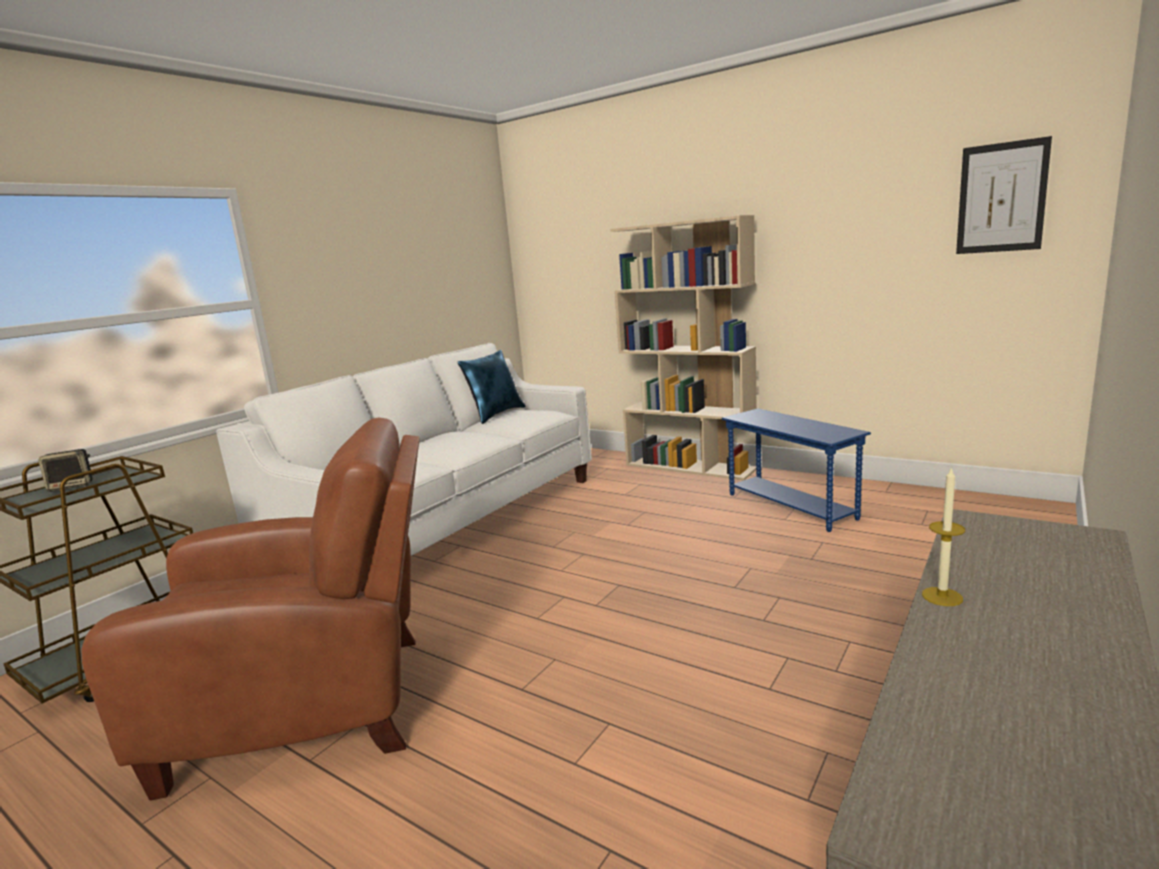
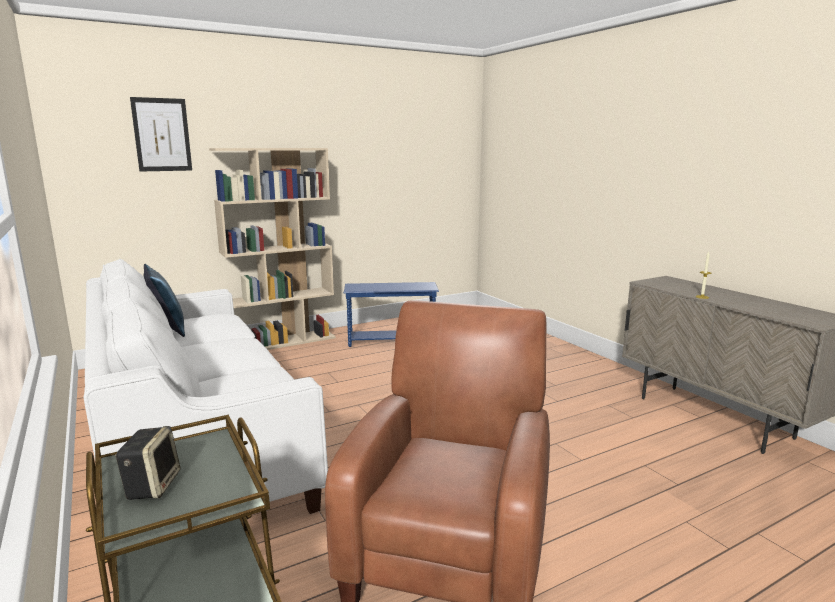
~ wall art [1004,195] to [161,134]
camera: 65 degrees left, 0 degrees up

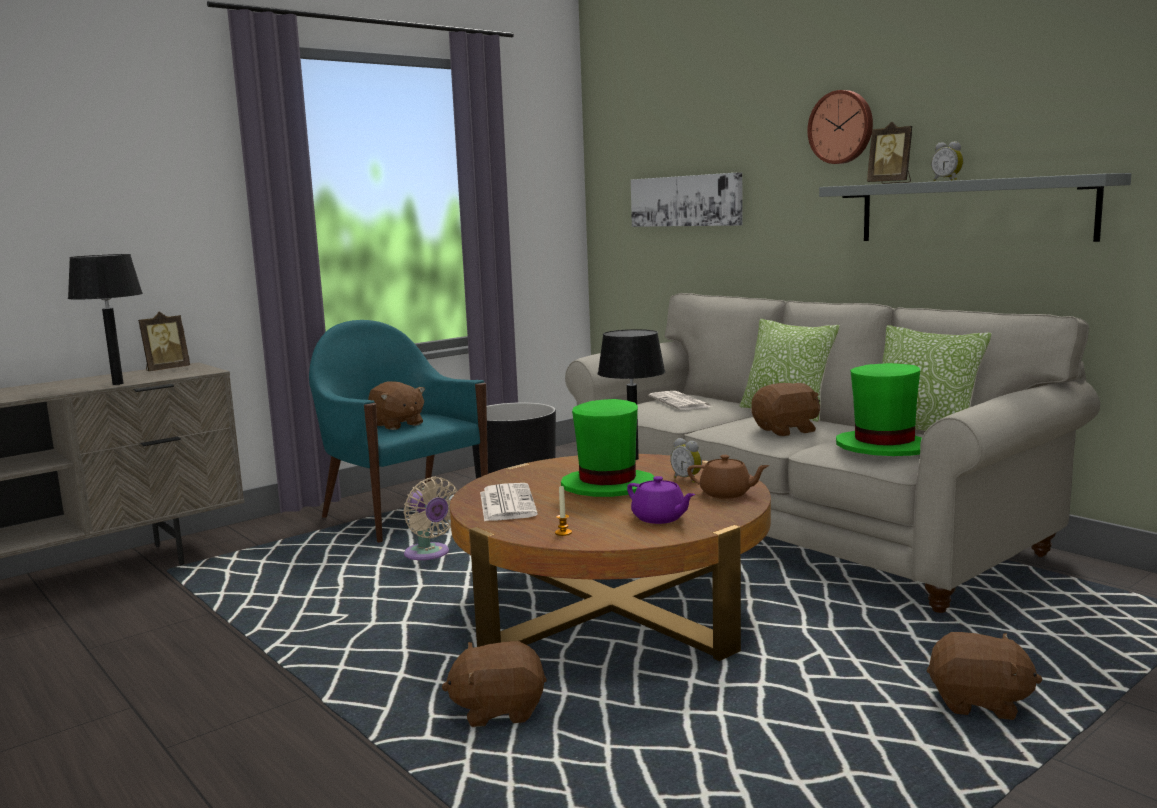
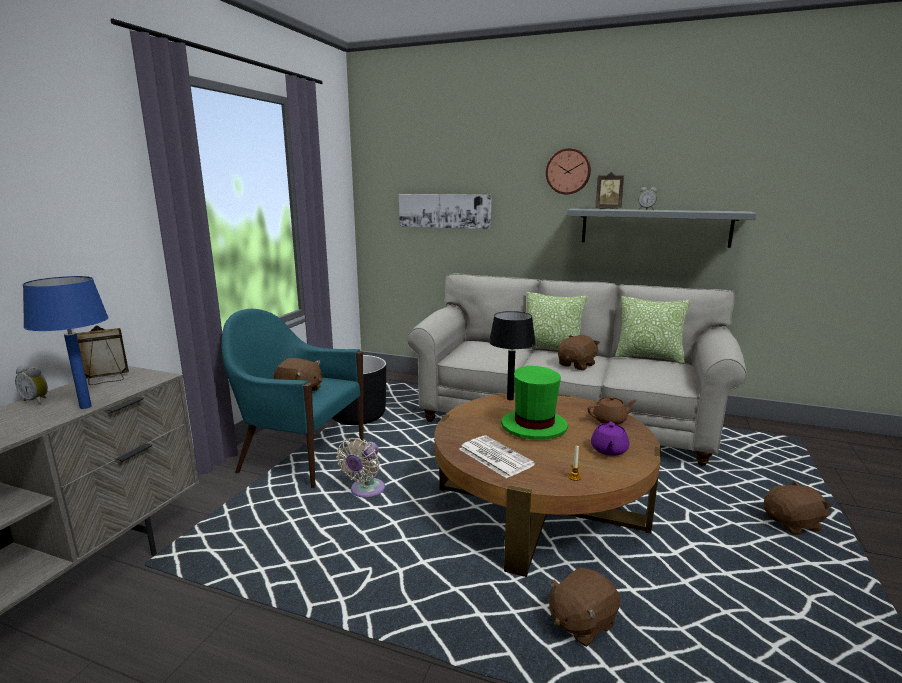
- printed paper [680,400]
- green wearable hat [879,409]
~ table clock [686,460] to [31,384]
~ black lamp for a table [105,319] to blue lamp for a table [66,342]
~ standing frame [164,341] = [103,355] 135 degrees counterclockwise
~ beige-coloured electric fan [430,518] = [361,468] 90 degrees clockwise
~ purple pot for tea [661,500] = [610,438] 90 degrees clockwise
camera: 30 degrees left, 5 degrees up

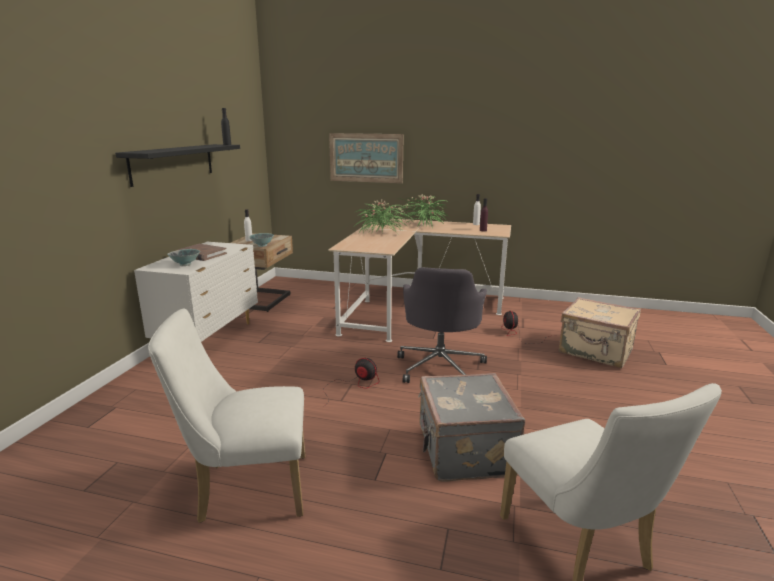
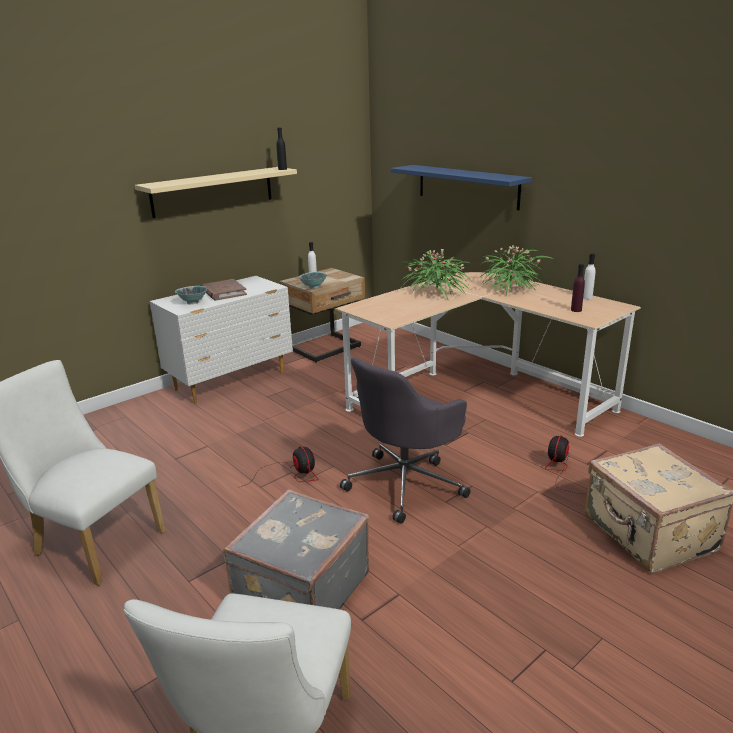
~ wall art [366,158] to blue wall shelf [461,187]
~ black wall shelf [177,165] to beige-coloured wall shelf [216,192]
camera: 35 degrees right, 5 degrees up

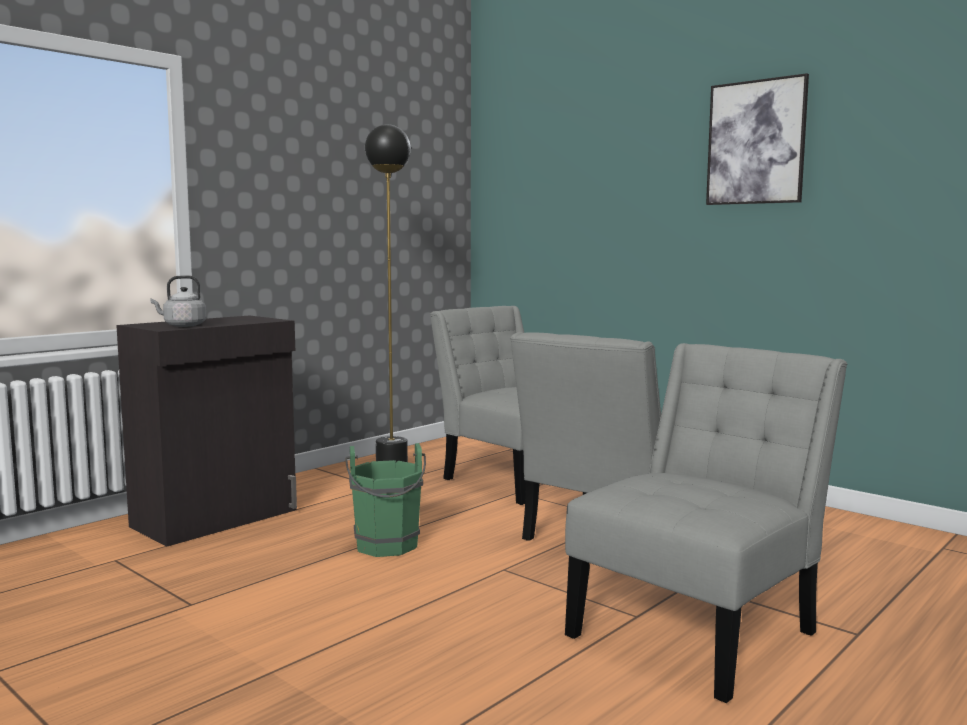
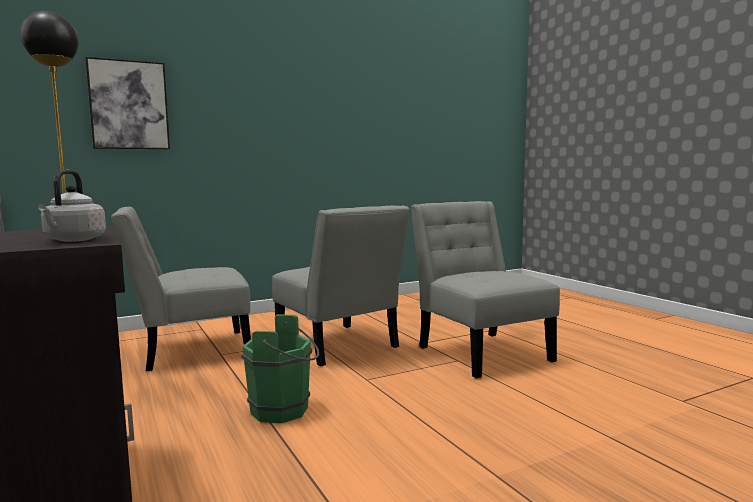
~ wall art [757,139] to [128,103]
camera: 70 degrees left, 0 degrees up

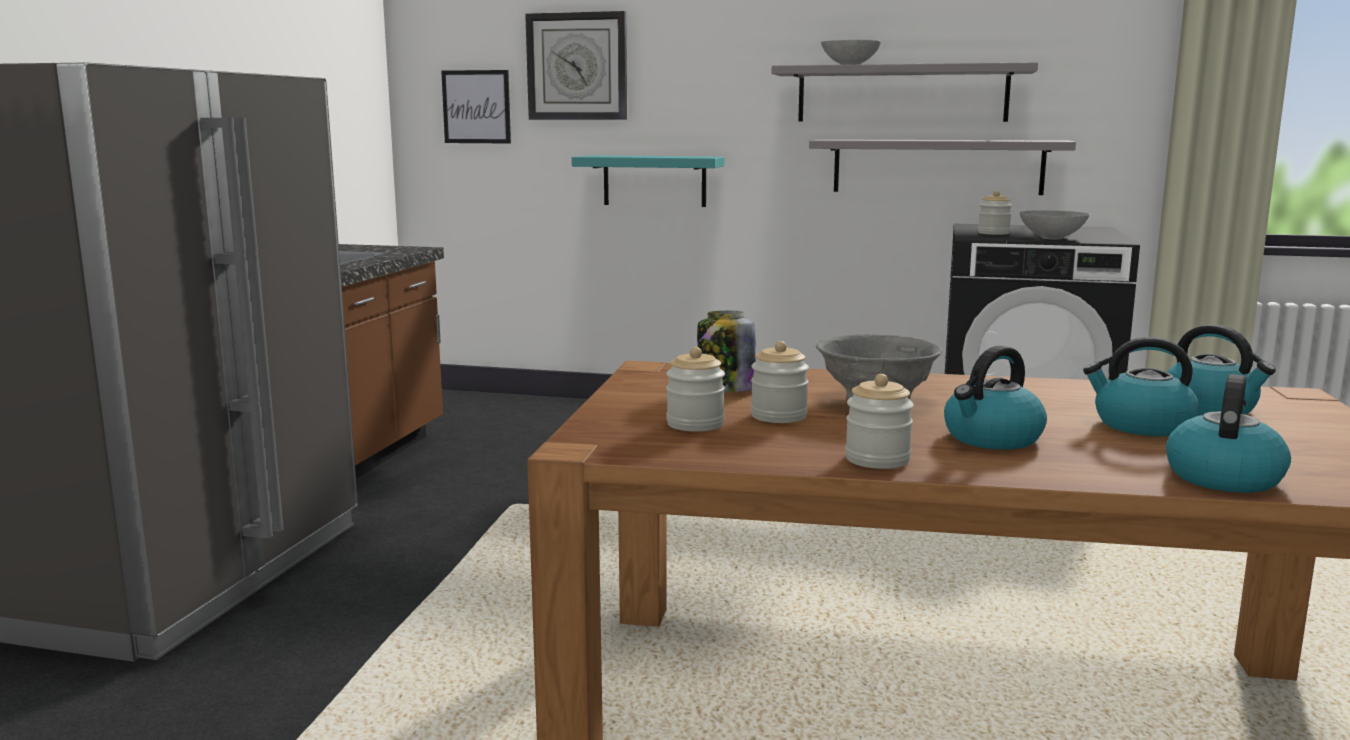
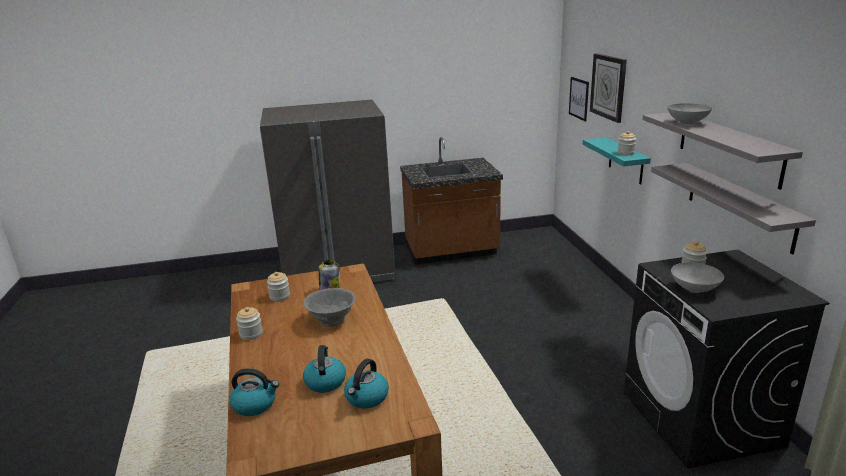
- kettle [995,398]
~ storage jar [780,382] to [627,143]
camera: 65 degrees right, 10 degrees up

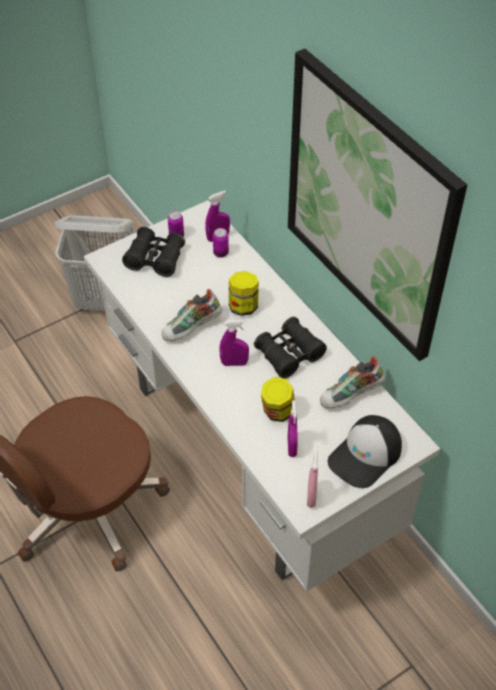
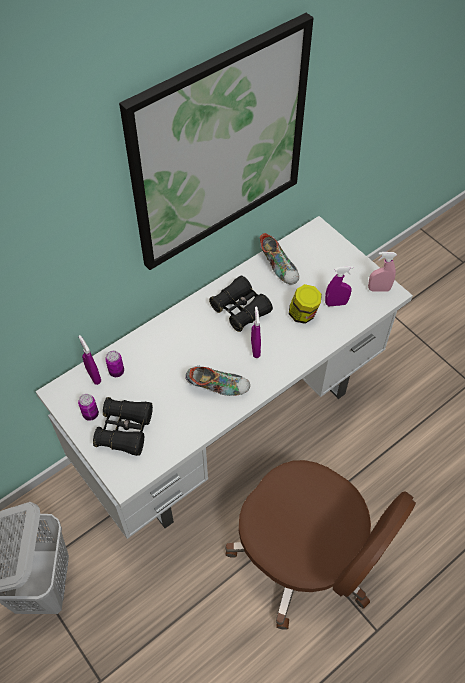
- storage jar [244,293]
- peaked cap [365,451]
~ low shoe [191,315] = [217,381] 45 degrees counterclockwise
camera: 95 degrees left, 5 degrees up

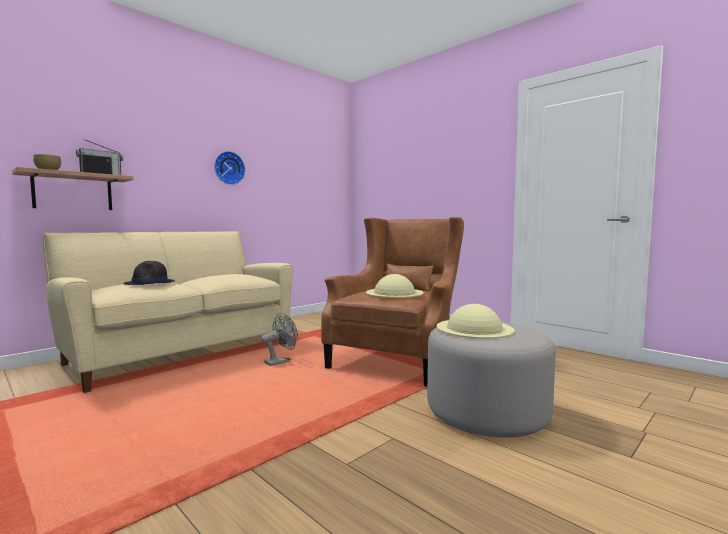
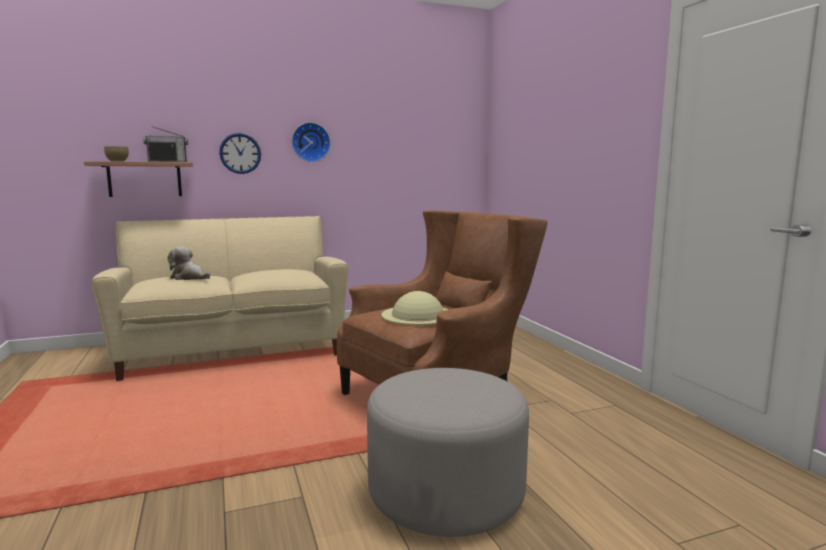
- grey electric fan [279,339]
- beige-coloured wearable hat [476,321]
+ clock on the wall [240,153]
~ black wearable hat [149,273] to cuddly toy [188,263]
camera: 25 degrees right, 5 degrees up

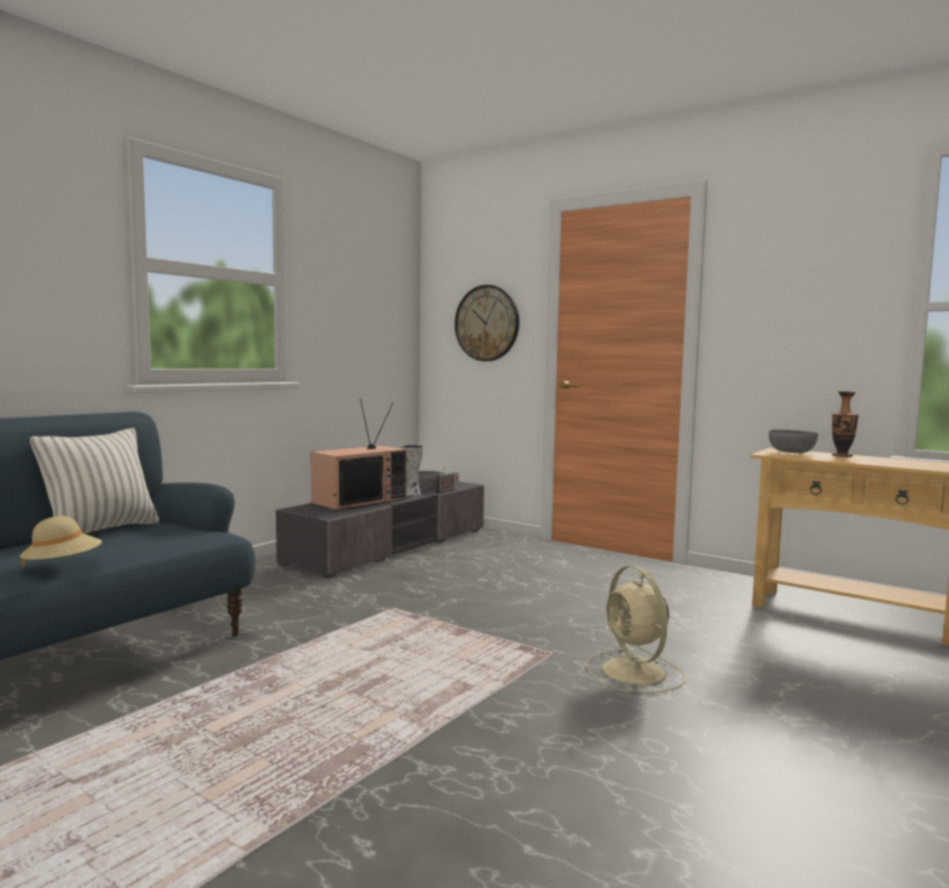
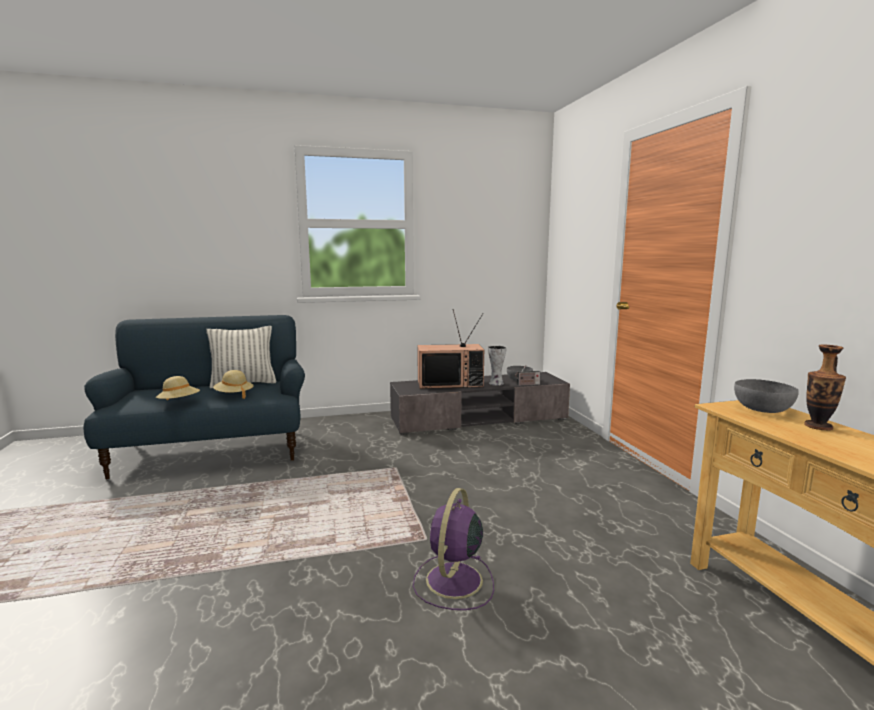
- clock on the wall [487,323]
+ beige-coloured wearable hat [233,384]
~ beige-coloured electric fan [636,629] to purple electric fan [453,549]
camera: 40 degrees right, 5 degrees up

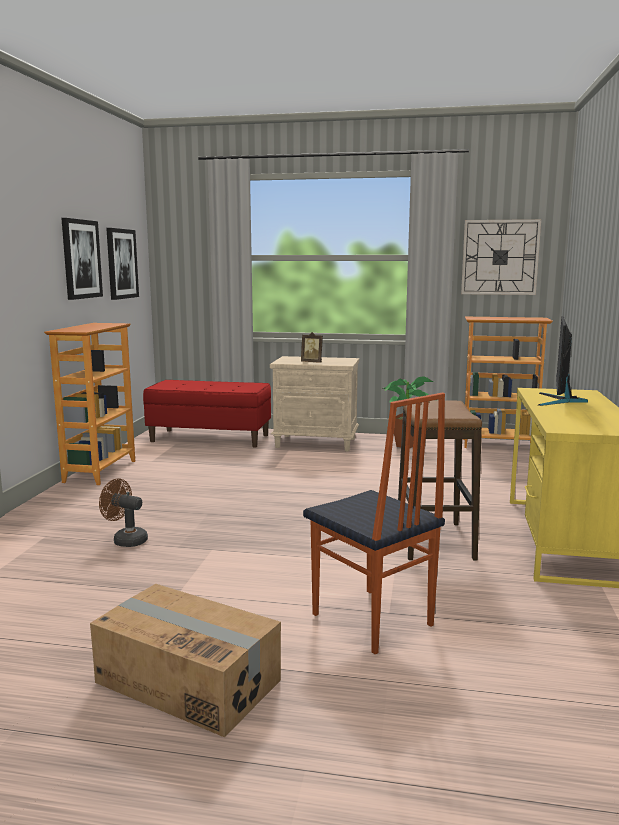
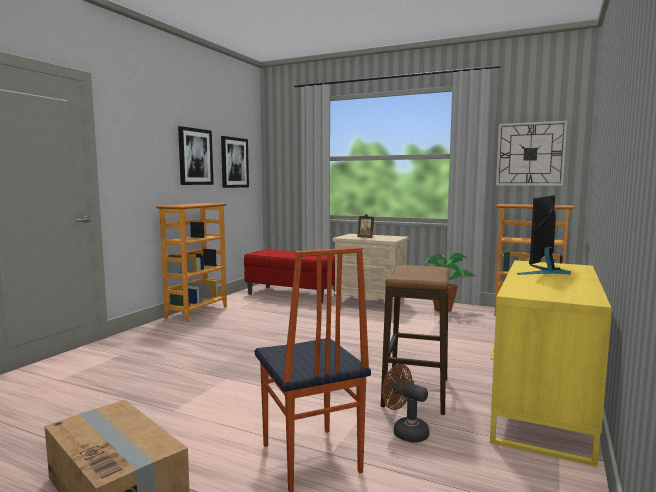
~ brownish electric fan [123,513] to [405,403]
camera: 15 degrees right, 5 degrees down

